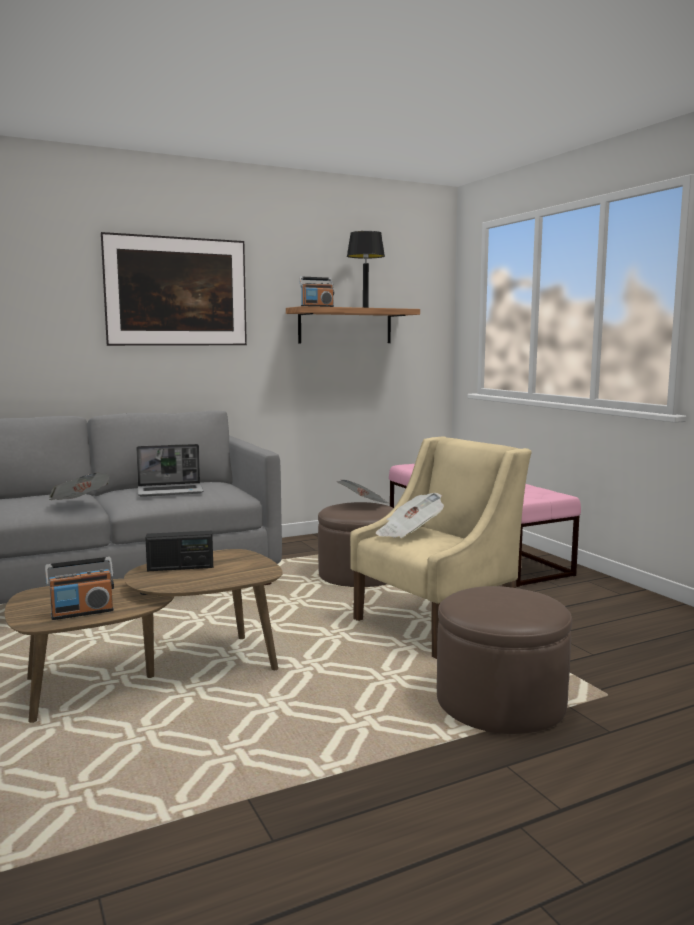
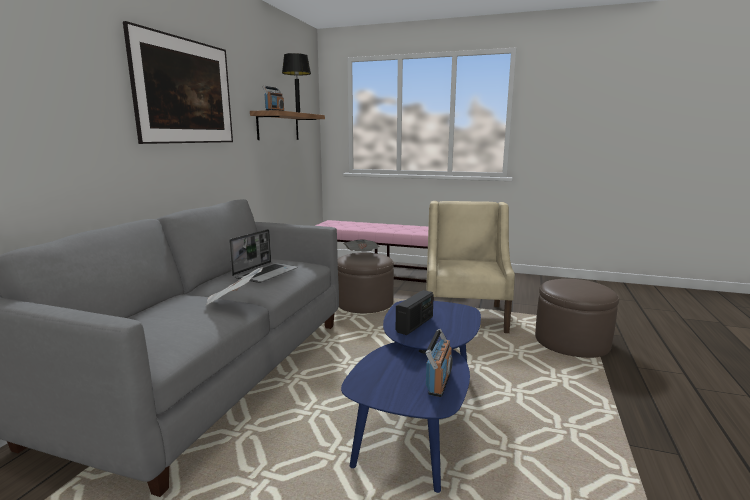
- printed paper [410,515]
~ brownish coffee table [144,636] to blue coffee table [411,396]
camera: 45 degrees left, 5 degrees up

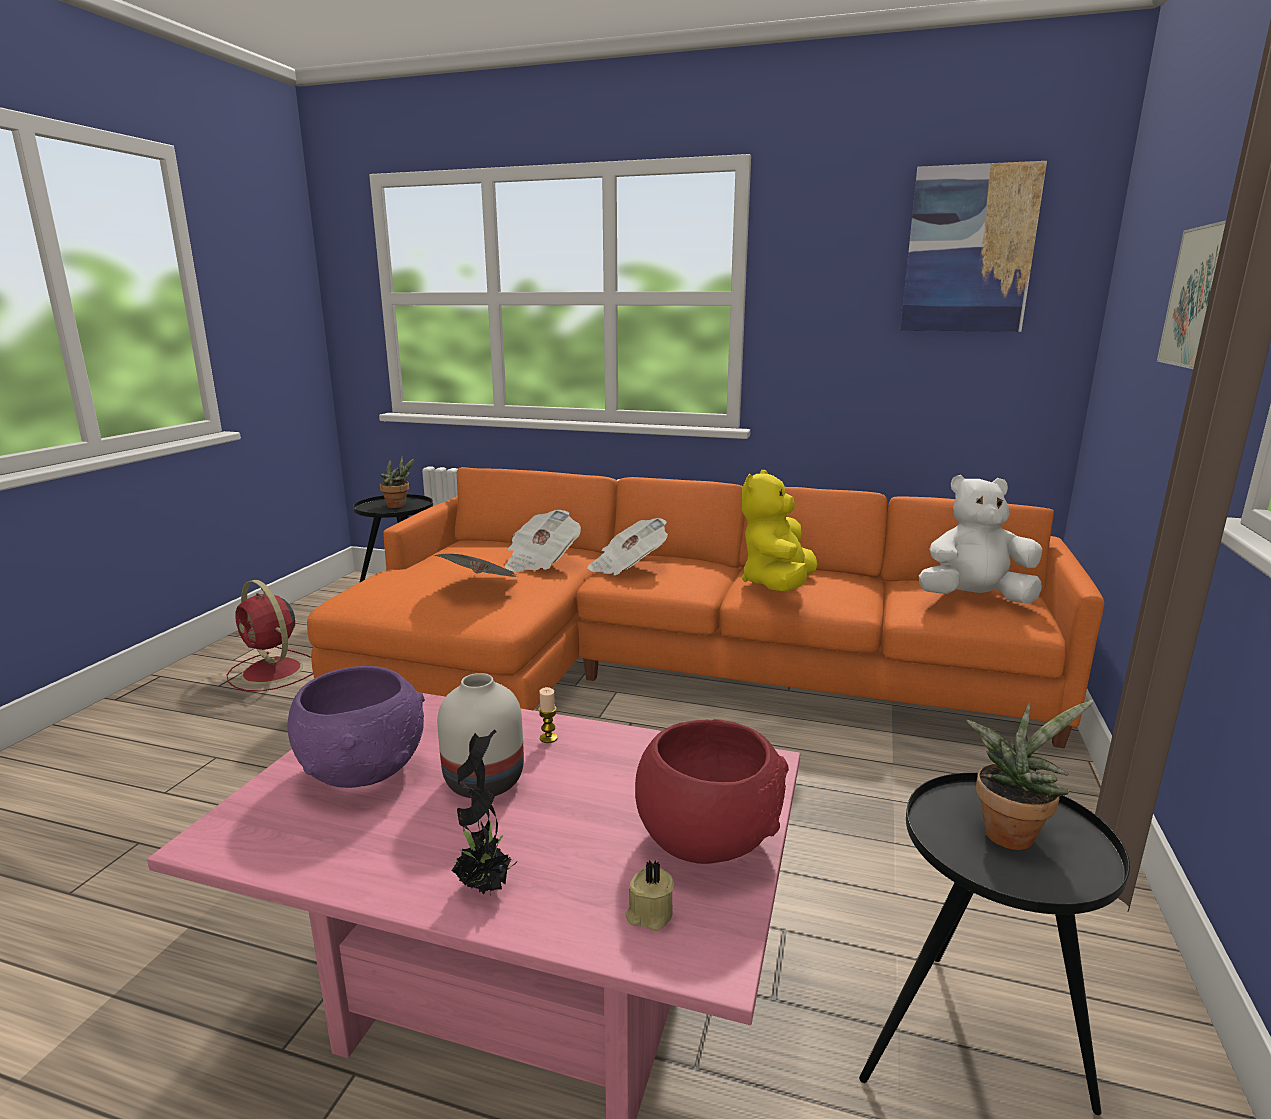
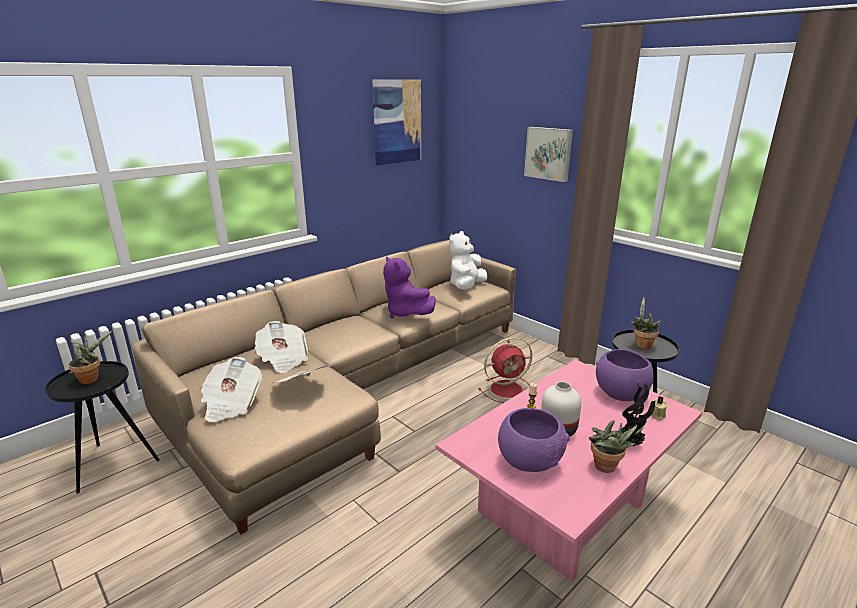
+ plant in a pot [612,446]
~ red-coloured electric fan [270,636] to [505,370]
~ printed paper [627,546] to [231,389]
~ orangey settee [706,607] to beige-coloured settee [324,387]
~ red-coloured bowl [712,791] to purple bowl [625,375]
~ yellow-coloured cuddly toy [780,531] to purple cuddly toy [409,287]
camera: 60 degrees left, 5 degrees up

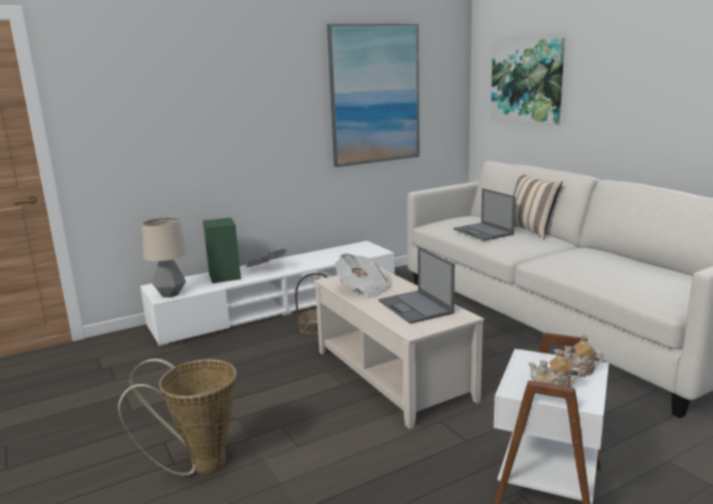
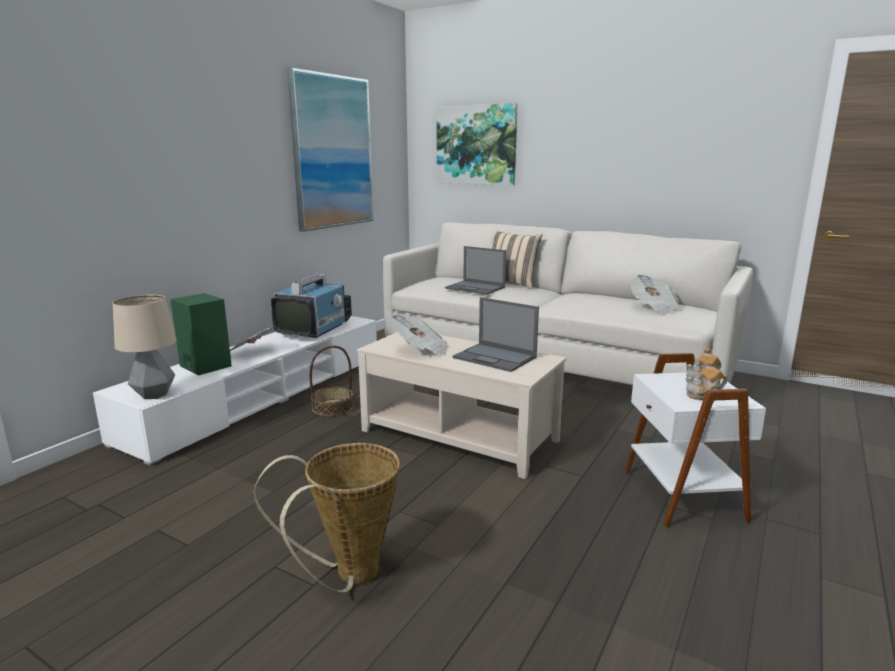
+ television [311,305]
+ printed paper [655,294]
camera: 30 degrees left, 0 degrees up

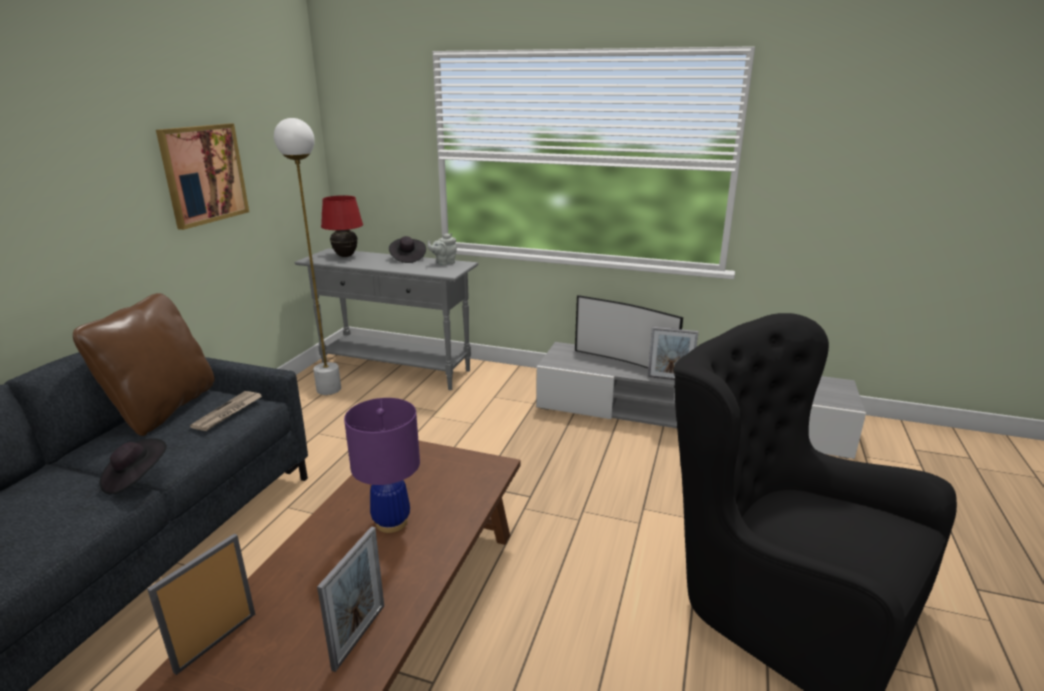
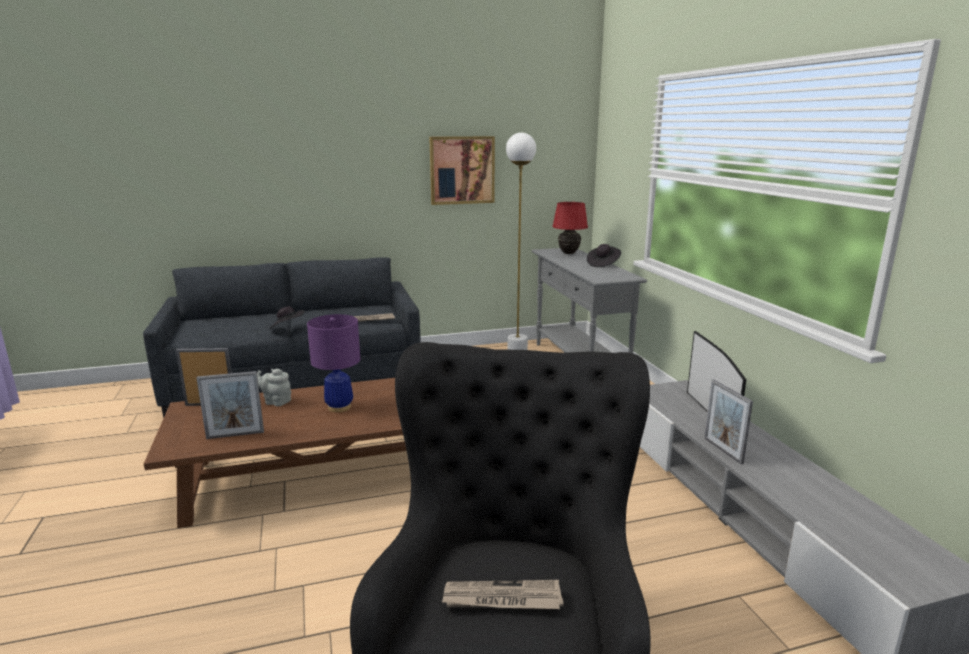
- brownish pillow [144,364]
+ printed paper [503,594]
~ grey pot for tea [442,249] to [274,387]
camera: 55 degrees right, 5 degrees down

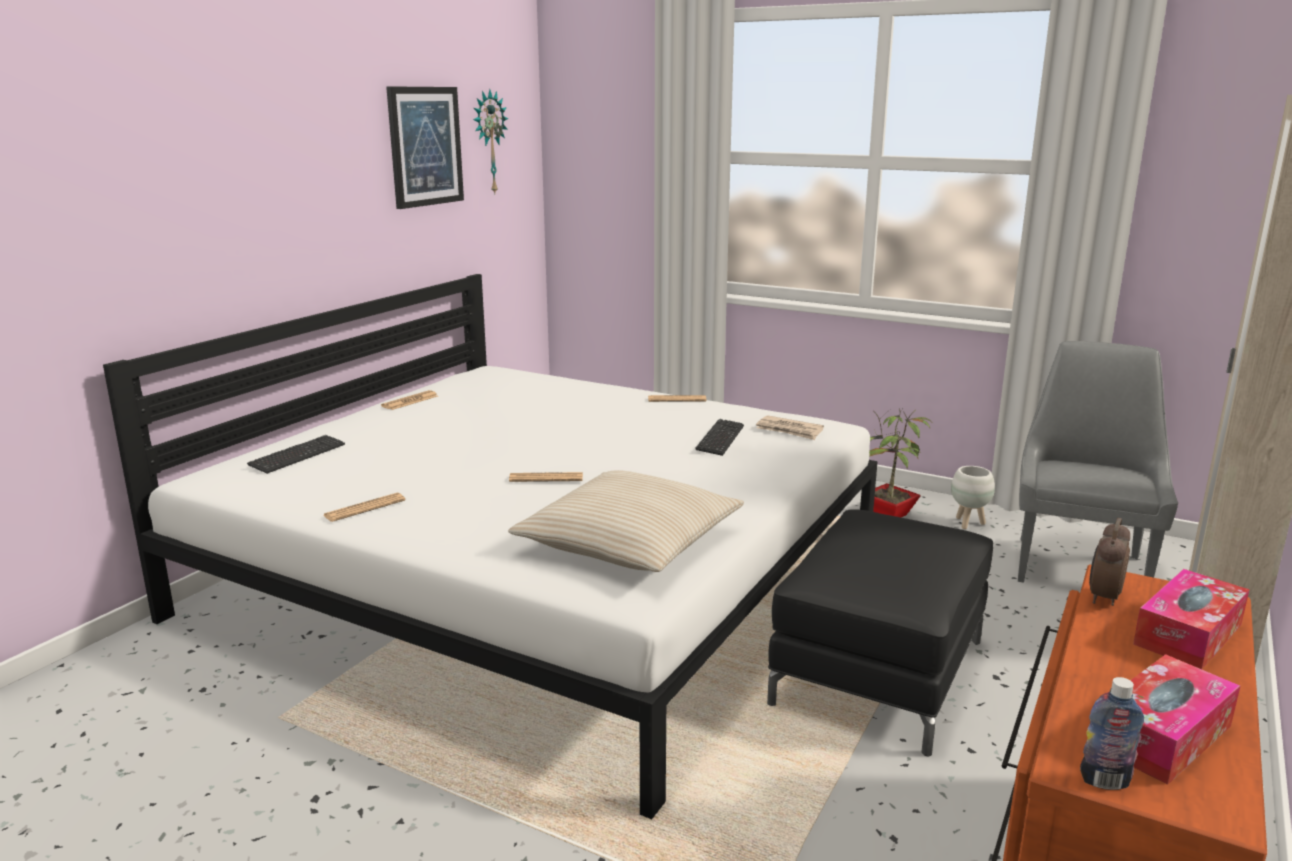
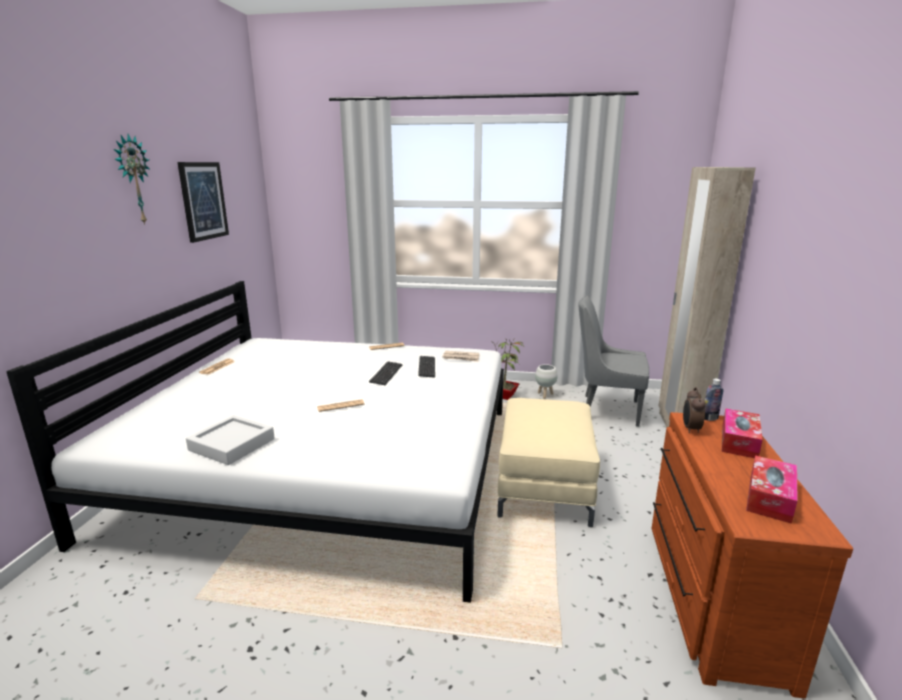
- beige-coloured pillow [626,521]
~ keyboard [296,454] to [385,373]
~ clock on the wall [490,141] to [131,179]
~ beverage bottle [1112,733] to [713,400]
~ printed paper [364,507] to grey tray [230,440]
~ black footrest [880,632] to beige-coloured footrest [548,462]
~ grey plain chair [1098,462] = [613,361] 75 degrees counterclockwise
camera: 20 degrees left, 0 degrees up

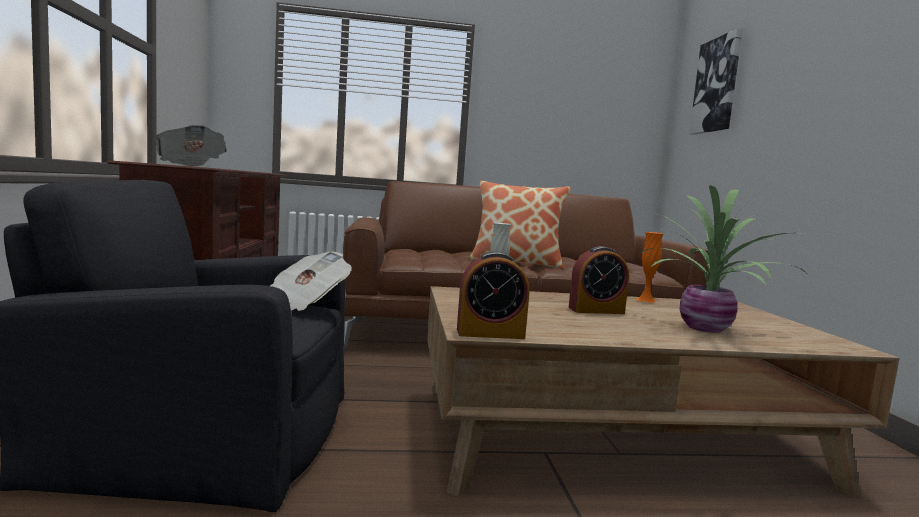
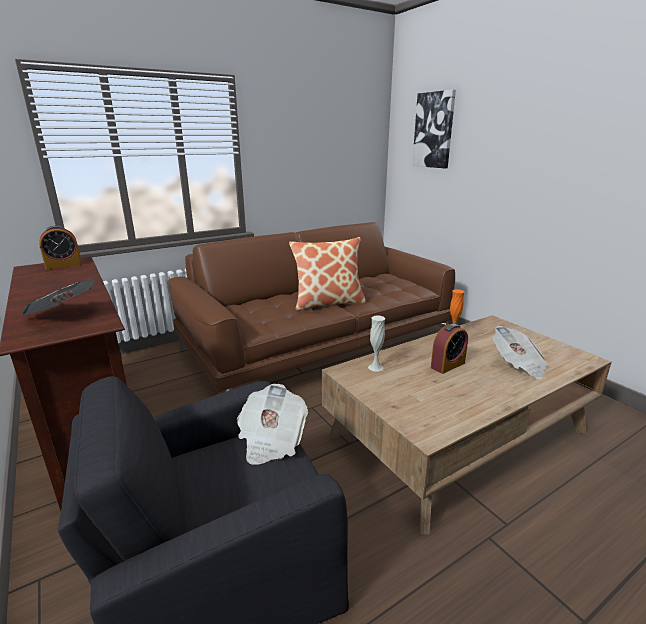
~ table clock [493,295] to [60,247]
~ plant in a pot [722,259] to printed paper [520,353]
camera: 25 degrees left, 15 degrees up

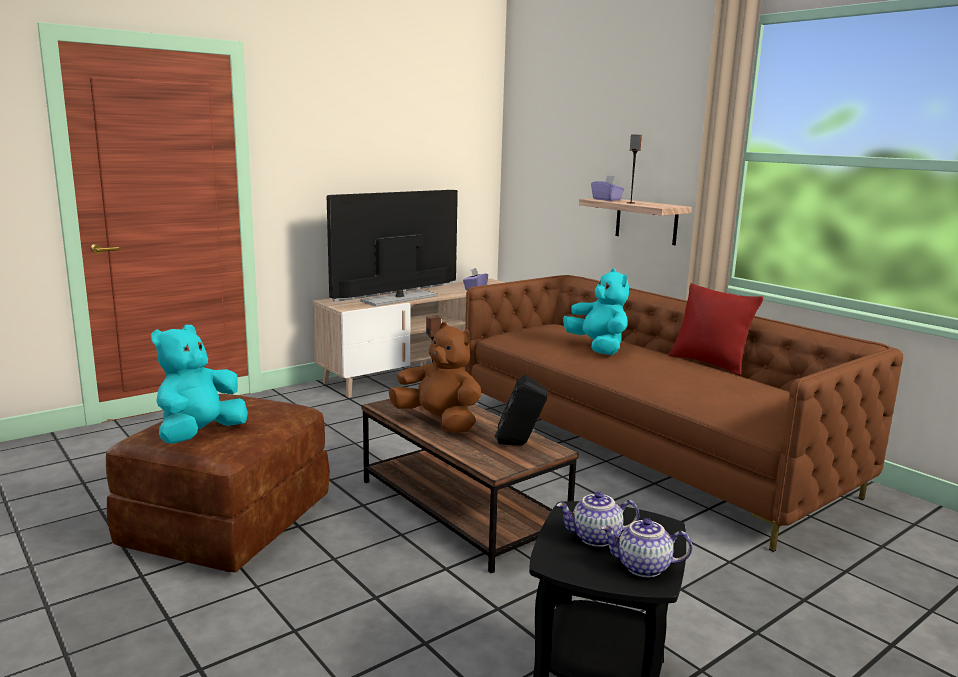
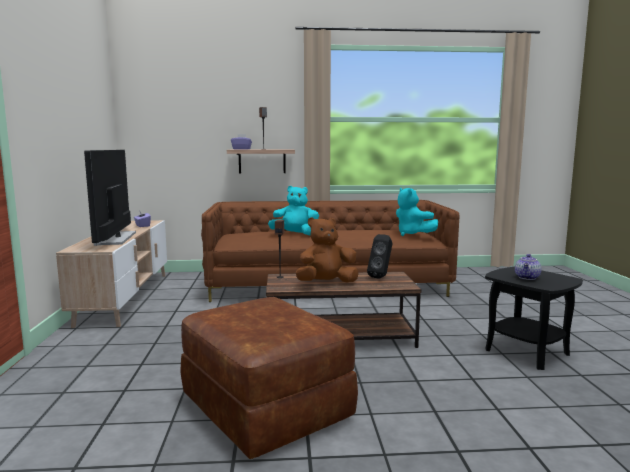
- pot for tea [646,548]
- red-coloured pillow [716,329]
~ turquoise cuddly toy [199,384] to [417,212]
camera: 55 degrees left, 5 degrees down

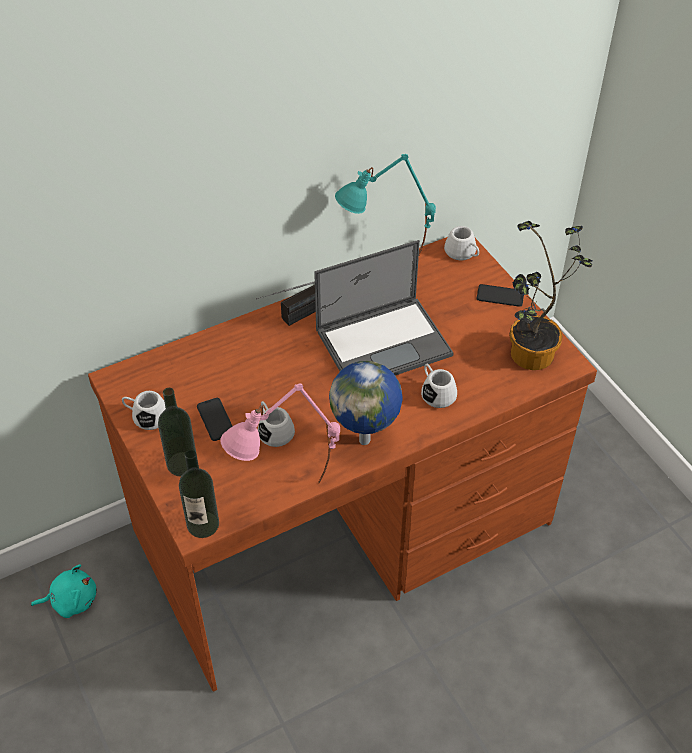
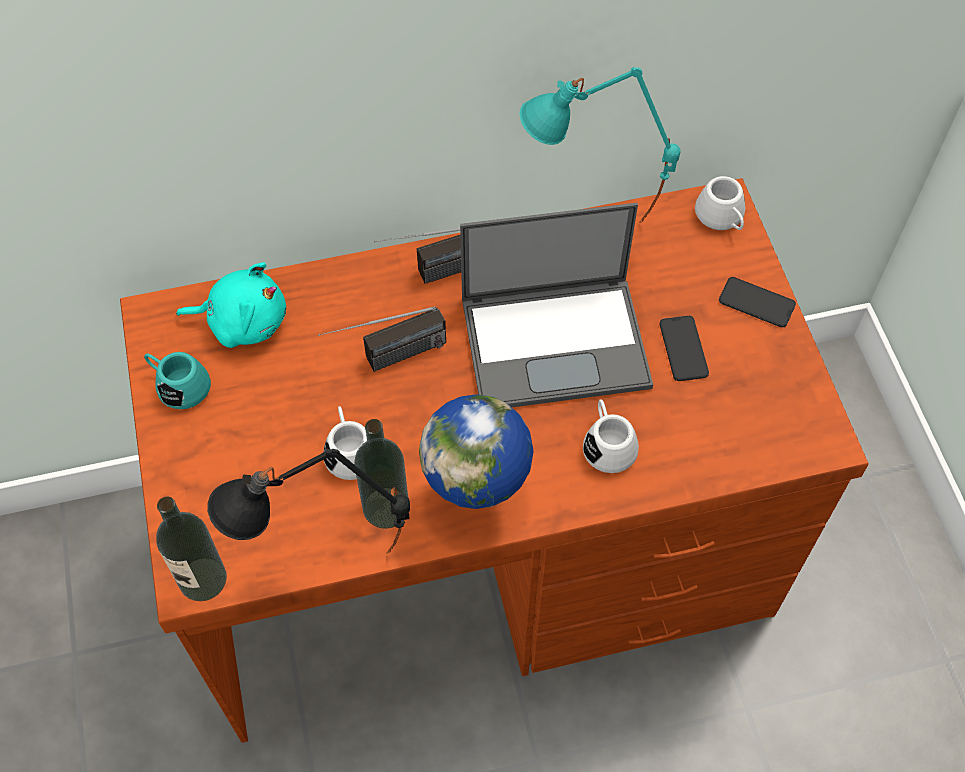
- plant in a pot [551,295]
+ radio set [382,339]
~ turquoise cuddly toy [64,591] to [231,305]
~ beverage bottle [178,432] to [381,474]
~ telephone [214,419] to [684,348]
~ white mug [144,410] to turquoise mug [177,380]
~ pink-coloured lamp for a table [280,433] to black lamp for a table [308,501]
camera: 15 degrees right, 10 degrees up

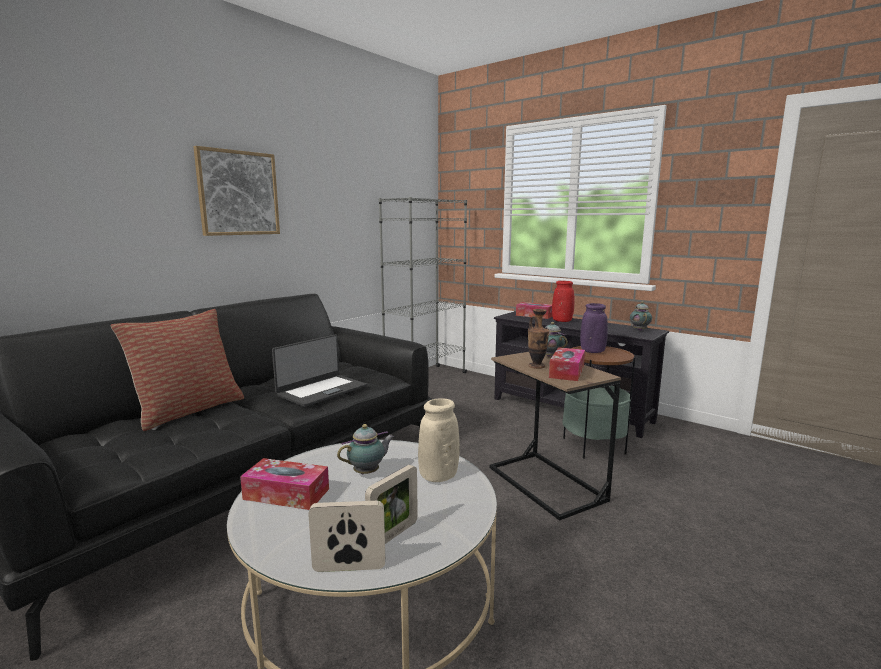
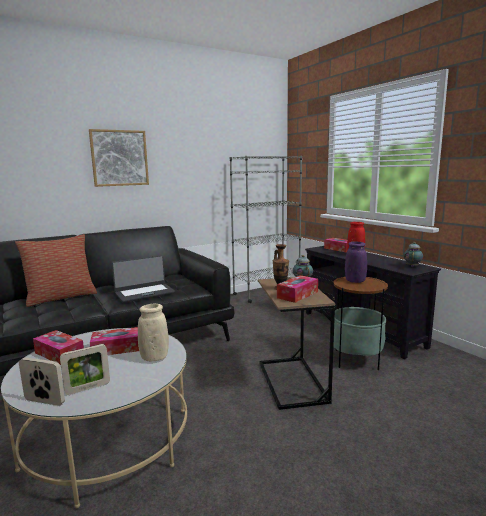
~ pot for tea [365,449] to tissue box [114,341]
camera: 20 degrees right, 0 degrees up

